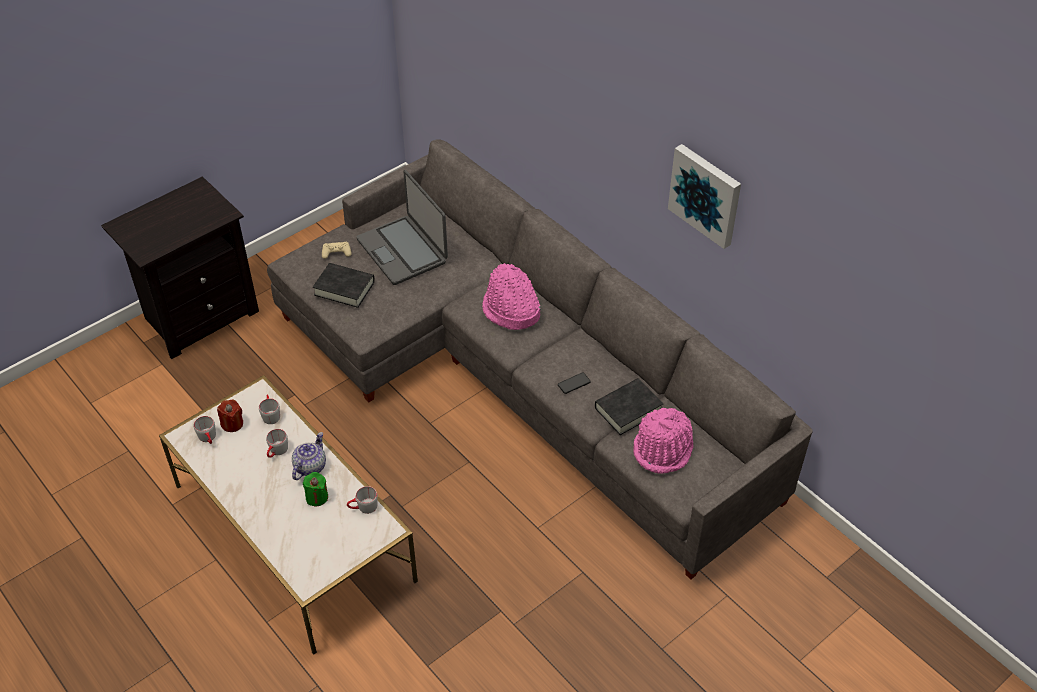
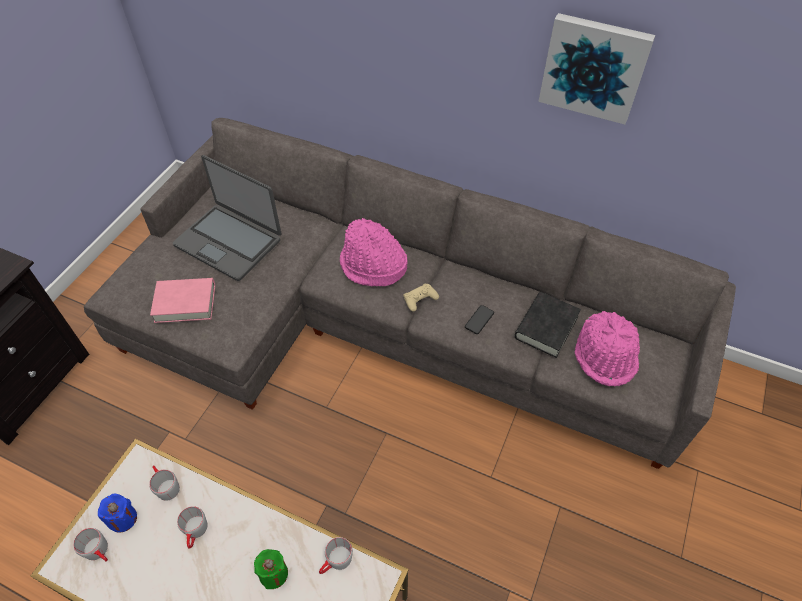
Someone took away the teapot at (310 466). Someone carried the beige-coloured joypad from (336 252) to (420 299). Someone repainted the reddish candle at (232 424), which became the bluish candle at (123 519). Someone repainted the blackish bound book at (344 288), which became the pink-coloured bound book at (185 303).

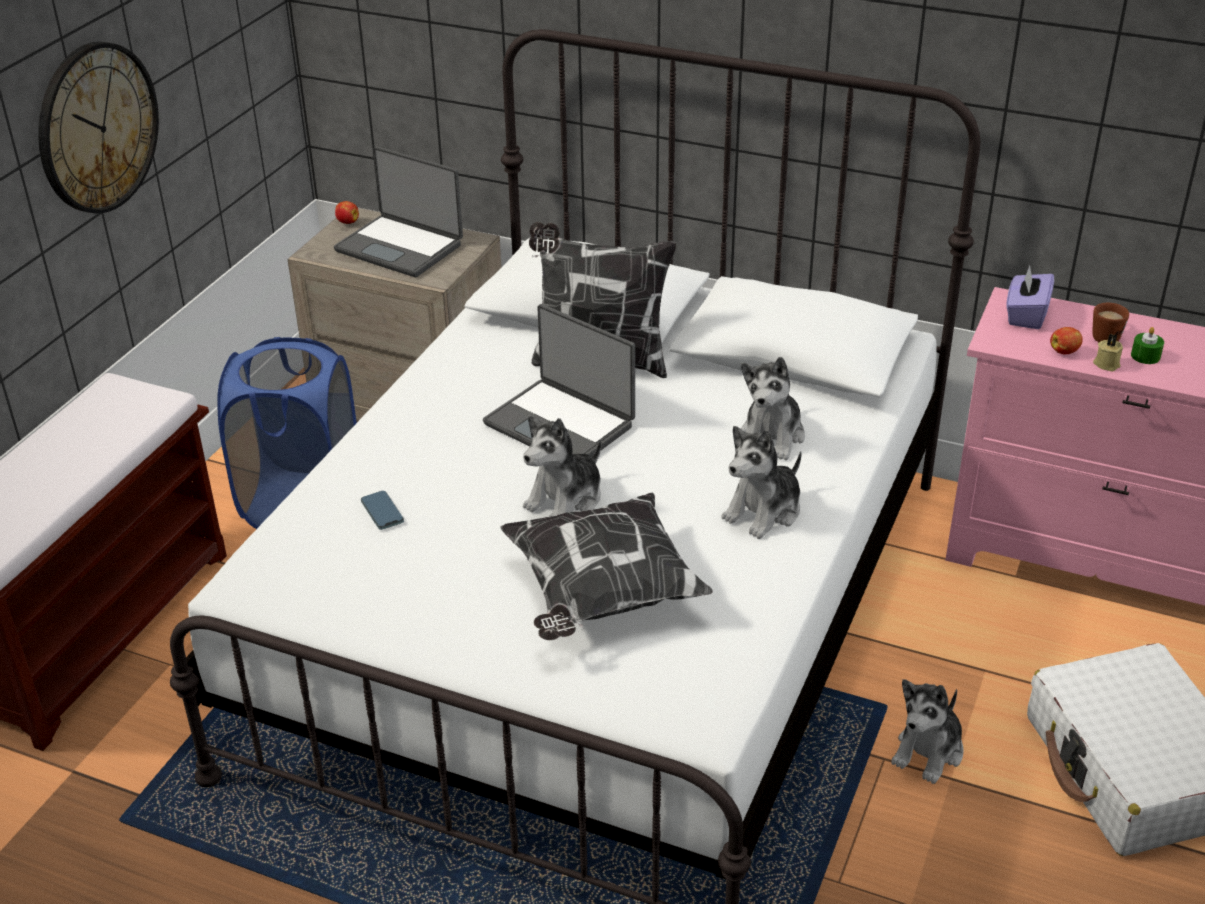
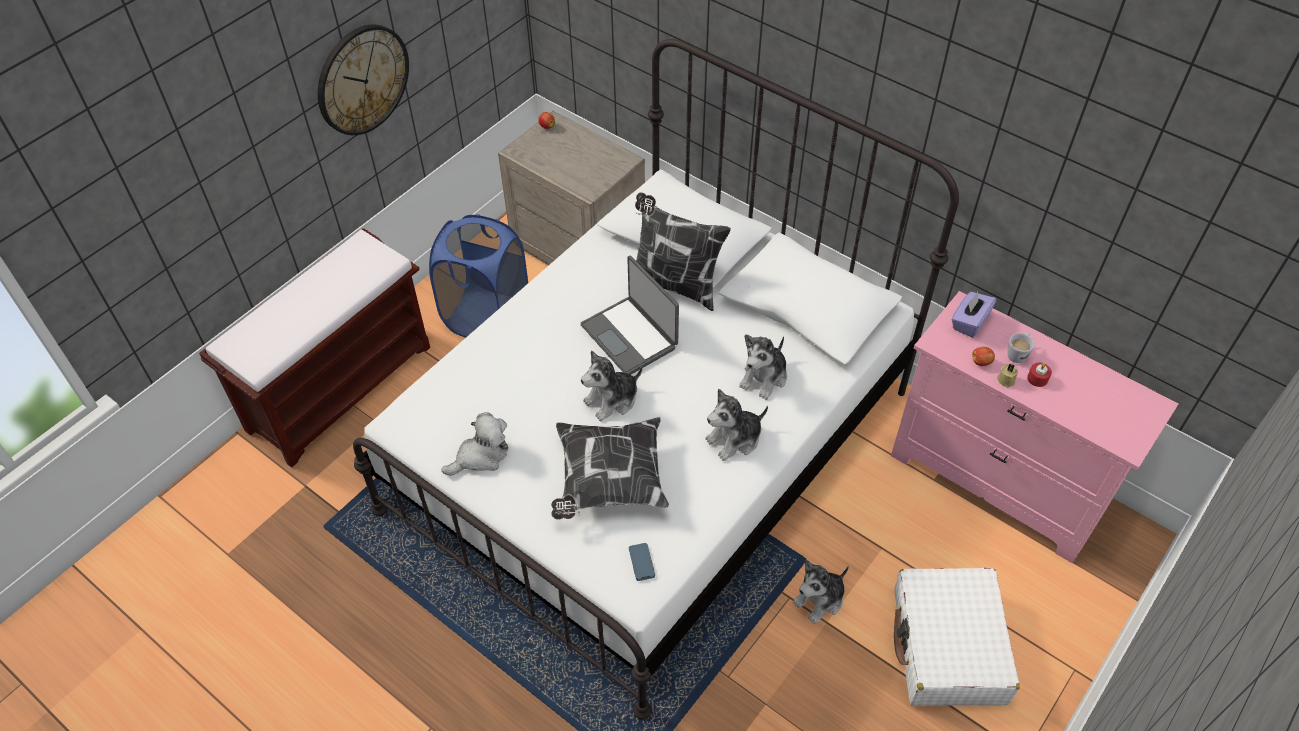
Someone took away the laptop at (400 247). Someone put down the plush toy at (481 456). Someone carried the telephone from (382 512) to (641 563). Someone repainted the brown tea mug at (1105 335), which became the whitish tea mug at (1018 353). Someone repainted the green-coloured candle at (1145 356), which became the reddish candle at (1037 378).

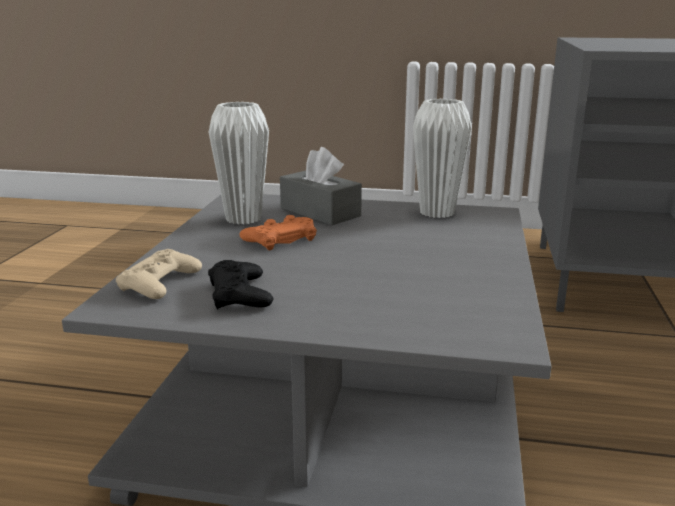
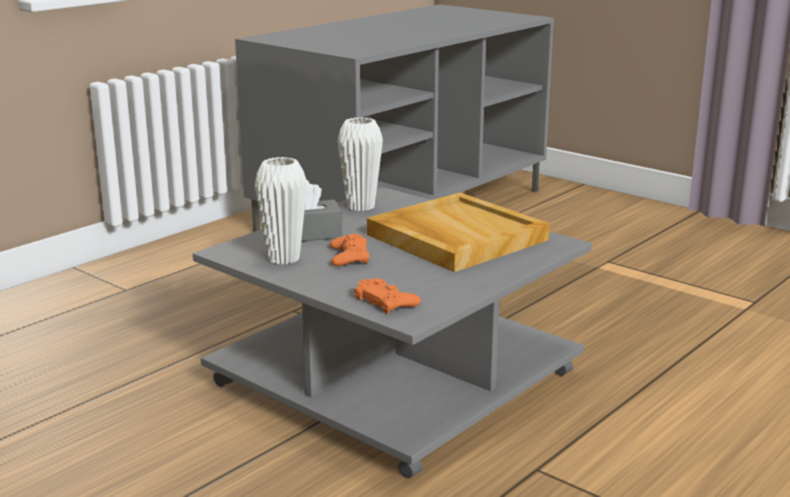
Someone took away the blackish joypad at (239 294). Someone put down the beige-coloured serving tray at (455 237). Someone repainted the beige-coloured joypad at (160 283), which became the orangey joypad at (386 301).

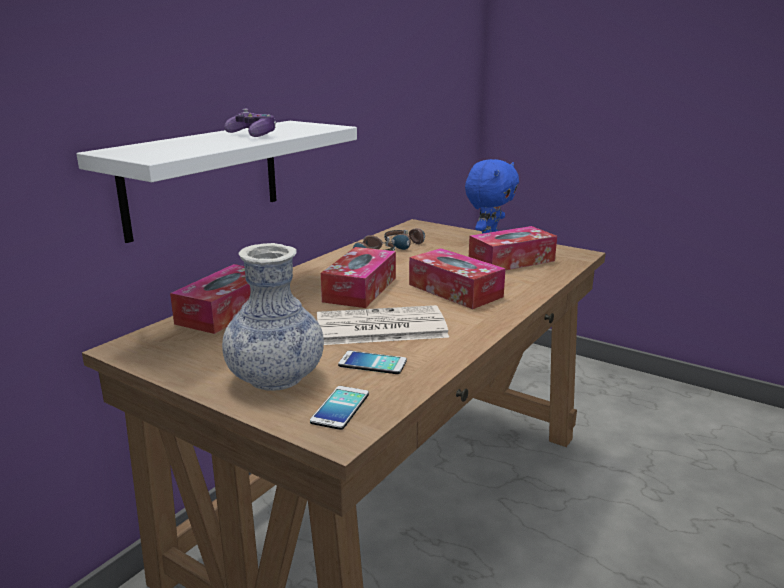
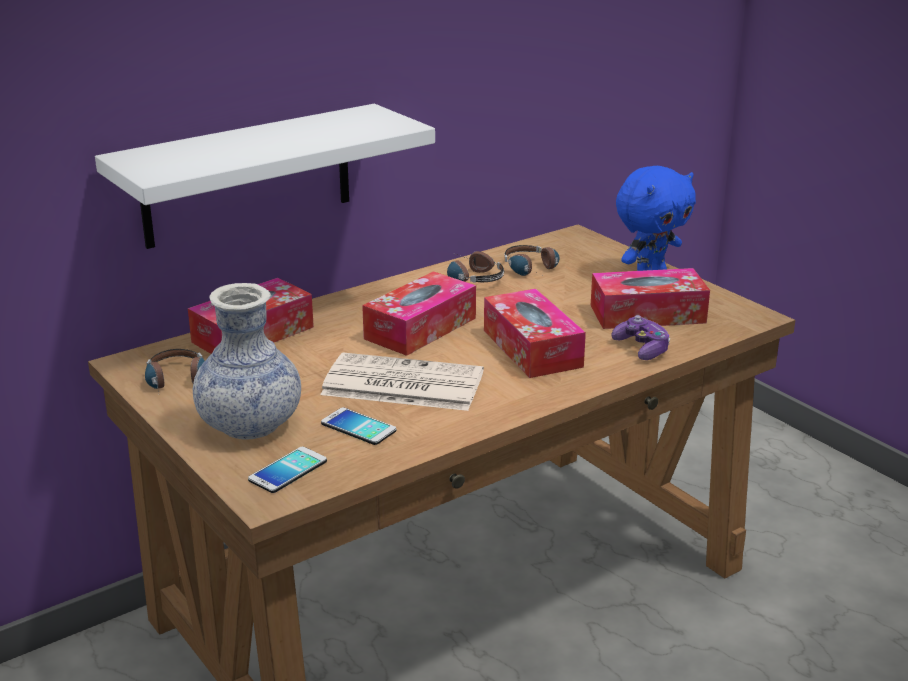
Someone put down the headset at (178 383). Someone carried the joypad from (252 135) to (642 348).

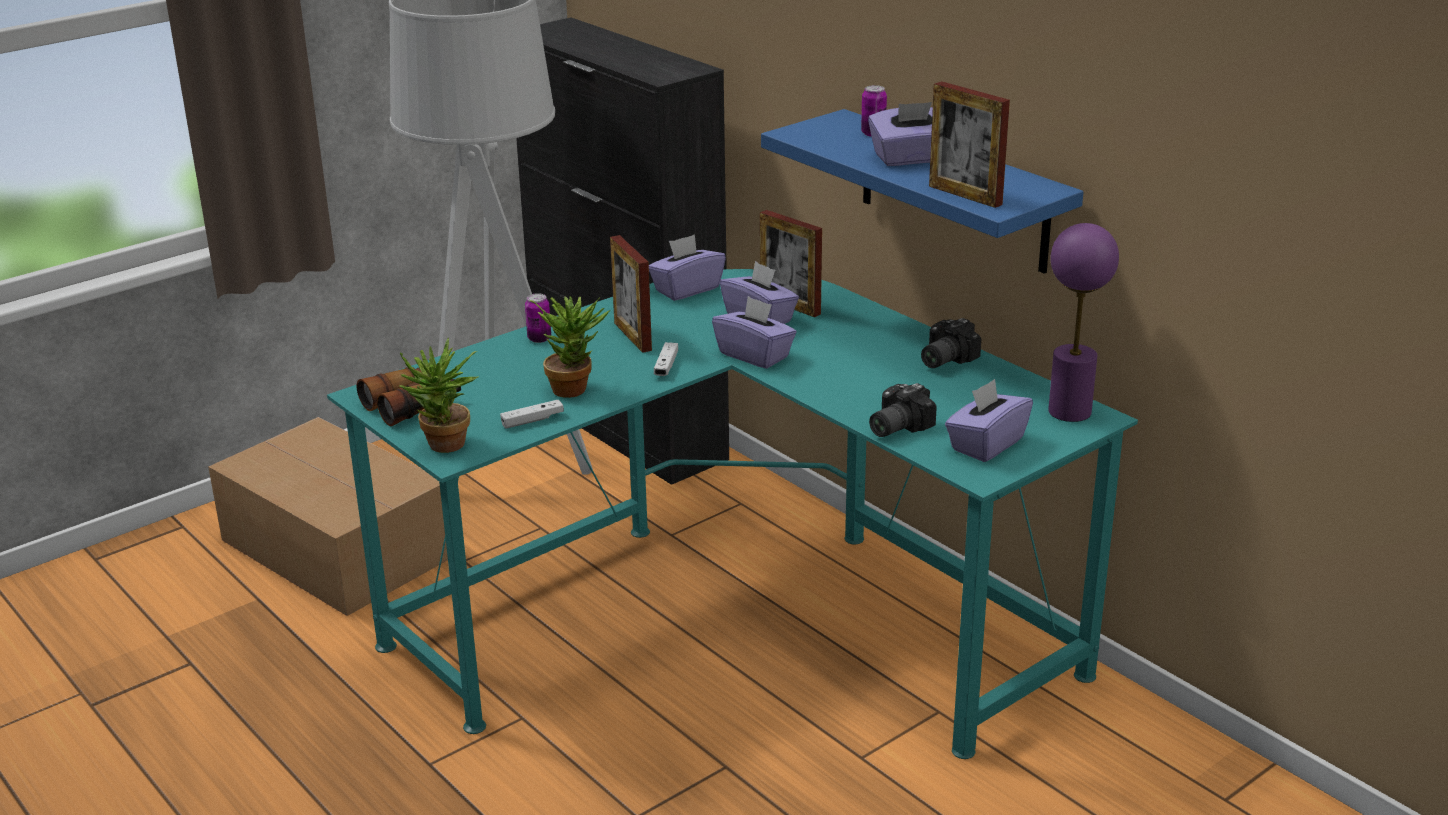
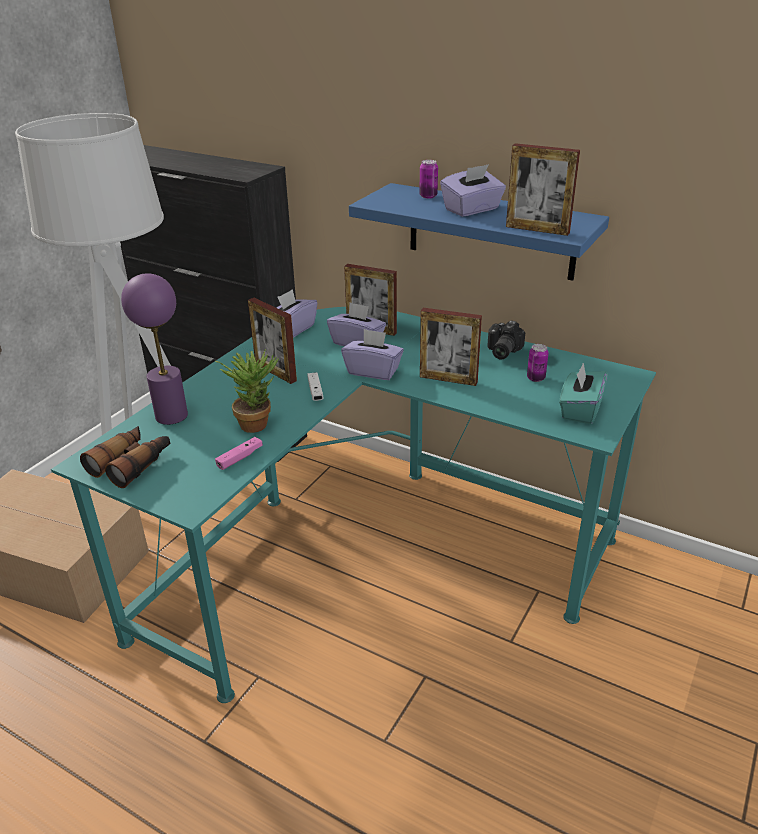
Someone took away the houseplant at (444 448). Someone took away the still camera at (895 427). Someone put down the photo frame at (448 379). Someone carried the metal can from (539 338) to (535 378). Someone carried the purple-coloured table lamp from (1070 411) to (171 415). Someone repainted the whitish joypad at (532 420), which became the pink-coloured joypad at (240 458). Someone repainted the purple-coloured tissue holder at (986 444), which became the blue-green tissue holder at (580 410).

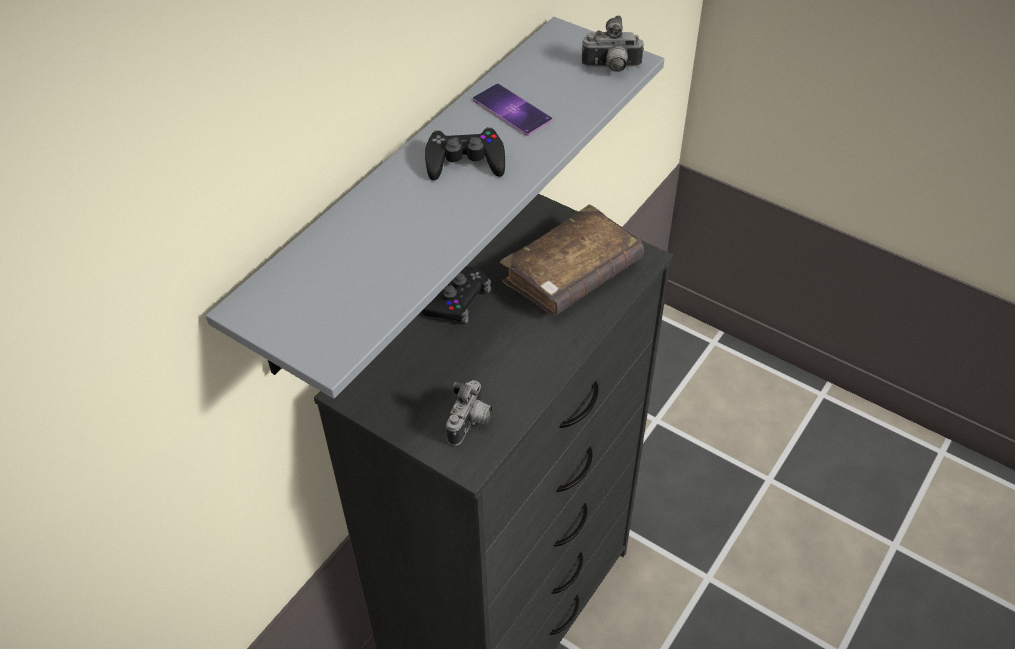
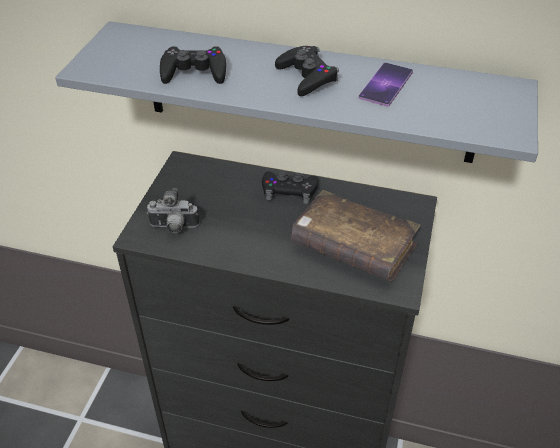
Someone took away the still camera at (611 68). Someone put down the blackish joypad at (194 72).

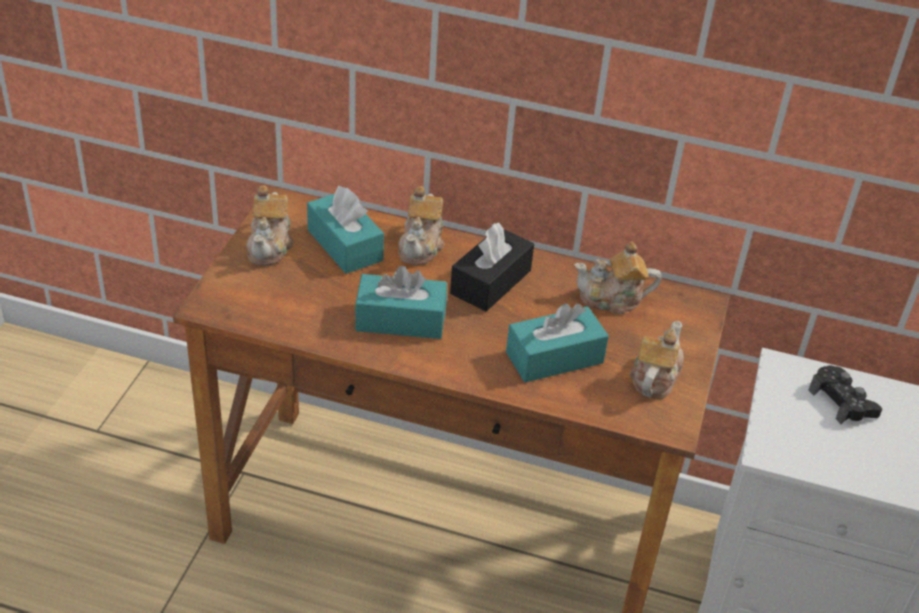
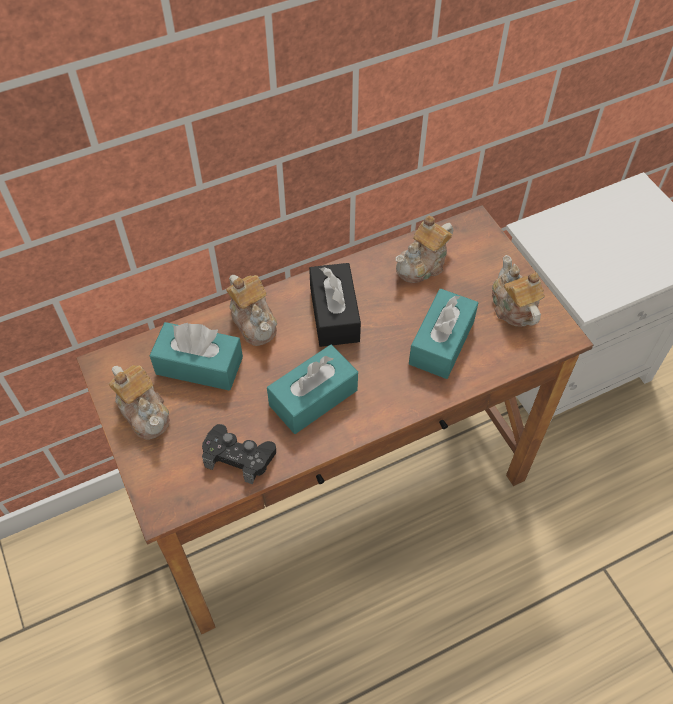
Someone carried the blackish joypad from (842 401) to (238 457).

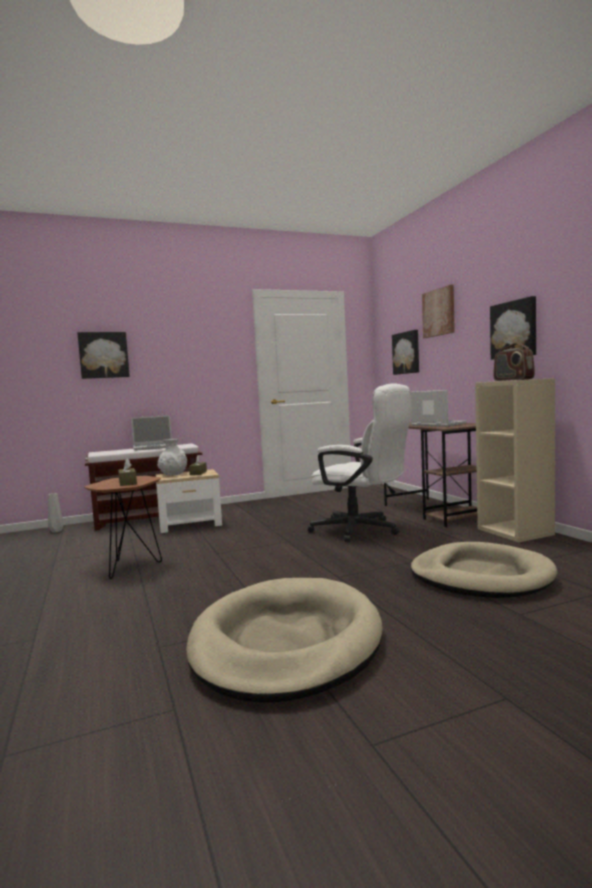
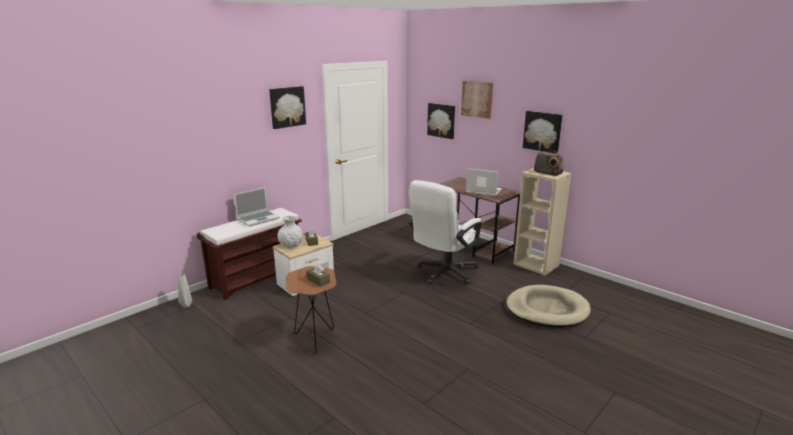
Someone took away the beige-coloured dog cushion at (286 643). Someone carried the wall picture from (104 355) to (287 107). Someone rotated the whitish office chair at (362 530) by 120 degrees clockwise.

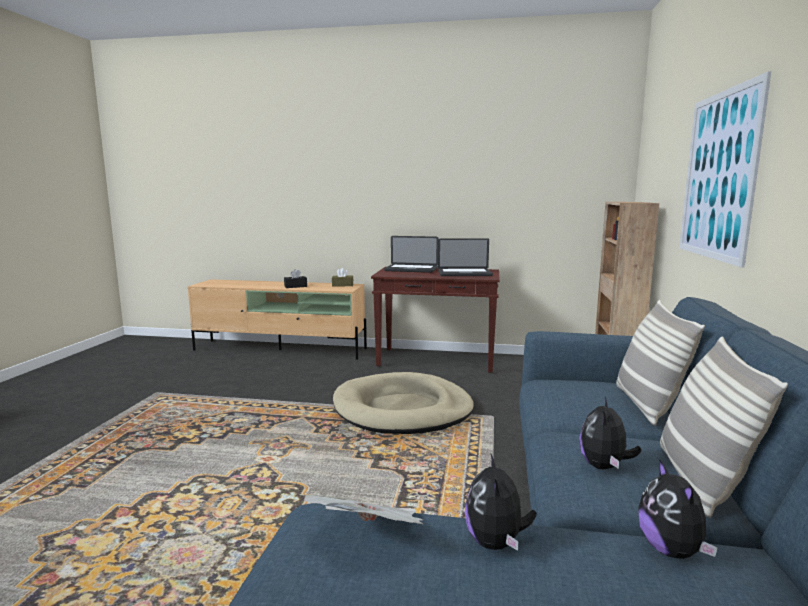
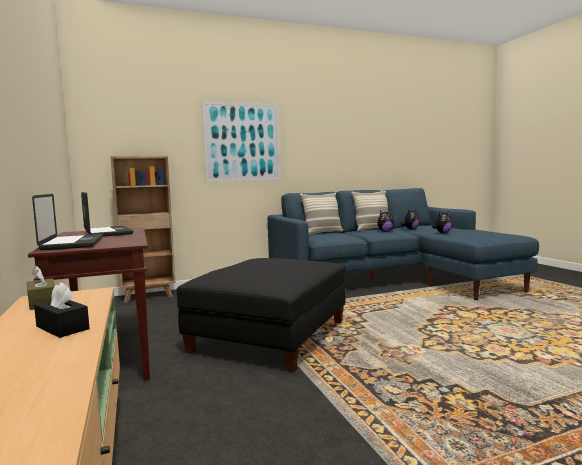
Someone took away the daily paper at (370 537). Someone swapped the beige-coloured dog cushion at (402 409) for the blackish pouffe at (269 336).

